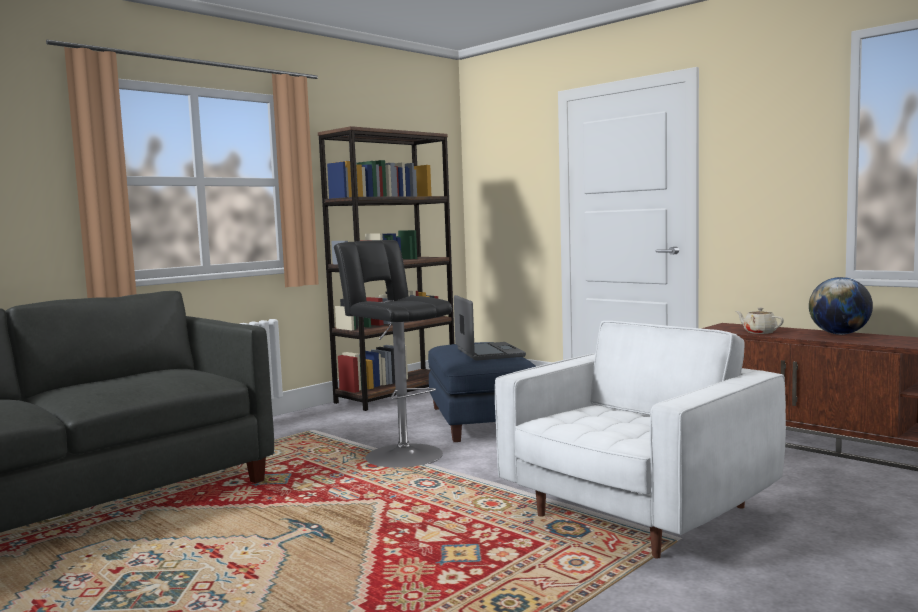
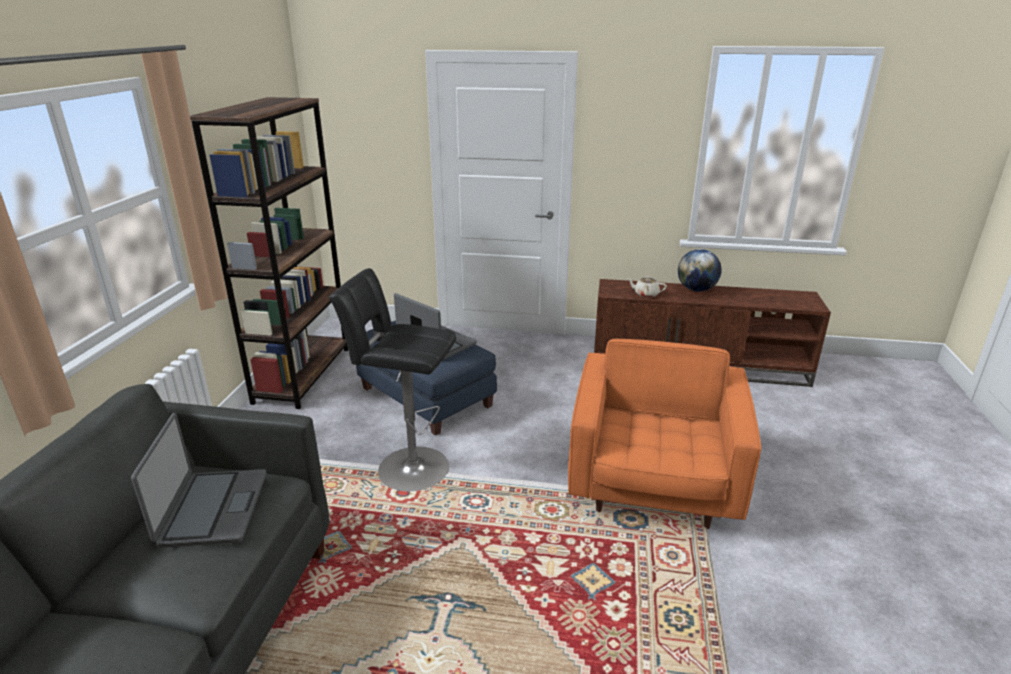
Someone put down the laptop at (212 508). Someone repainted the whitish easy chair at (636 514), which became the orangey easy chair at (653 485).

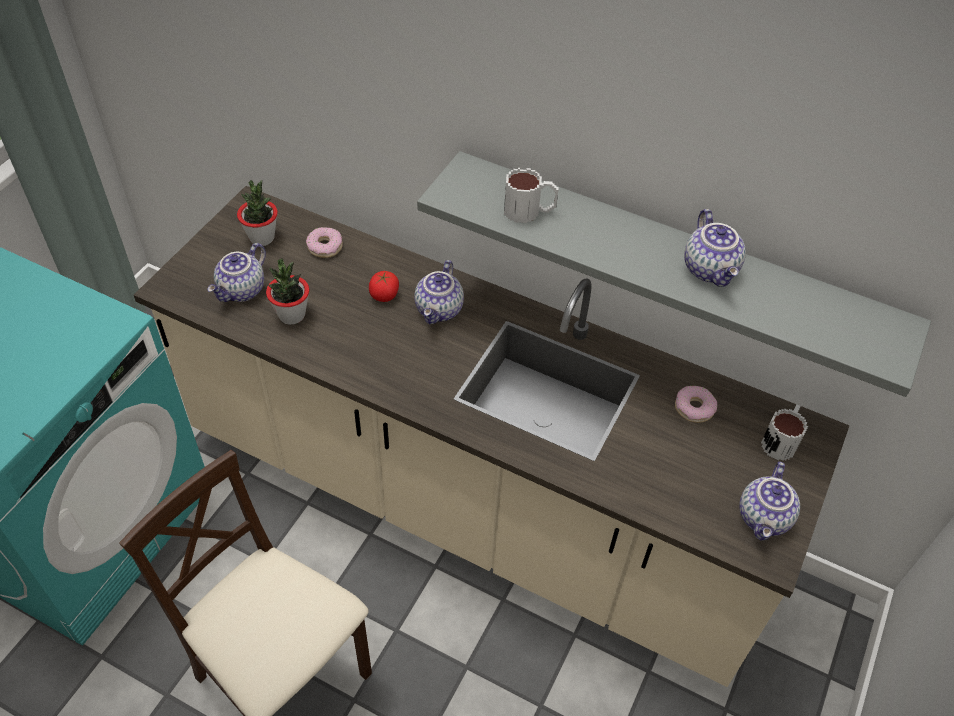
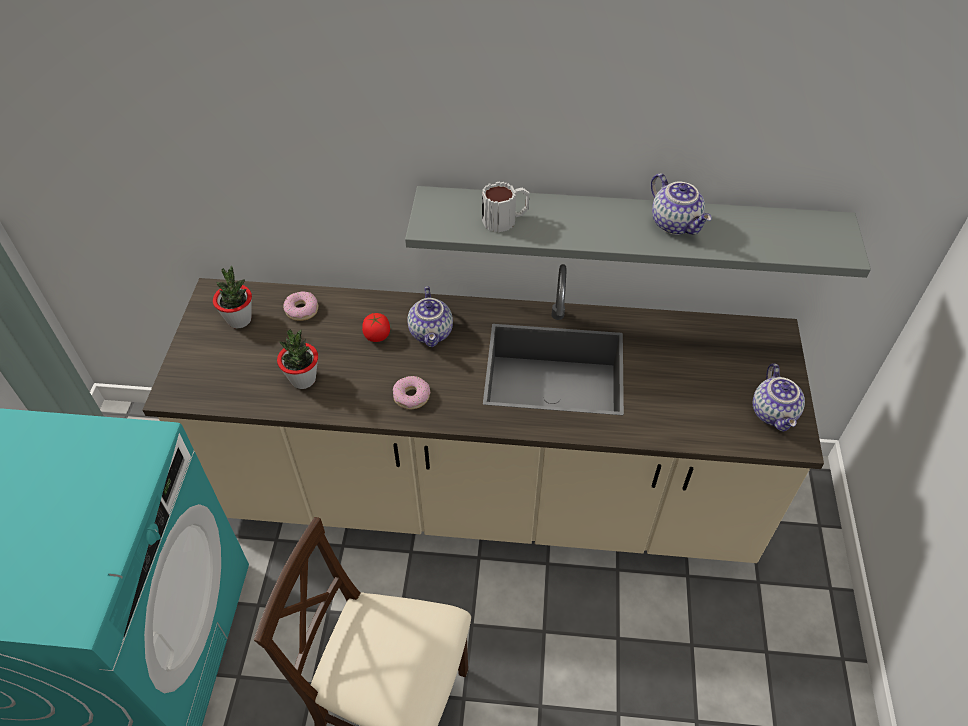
Someone took away the teapot at (242 291). Someone took away the tea mug at (781 440). Someone carried the ring doughnut from (694 408) to (411 396).

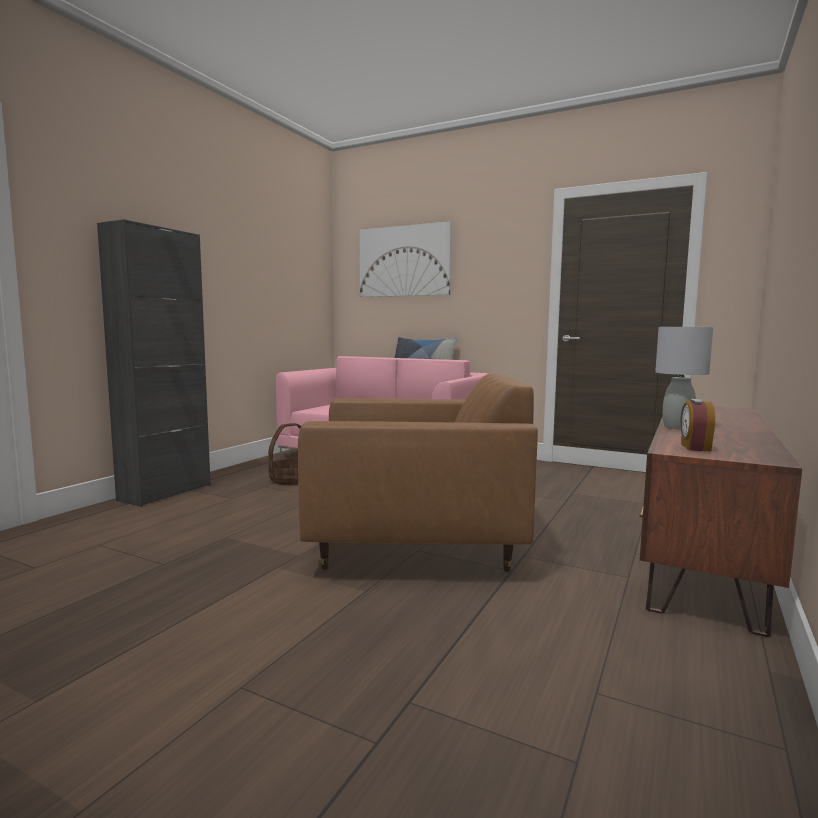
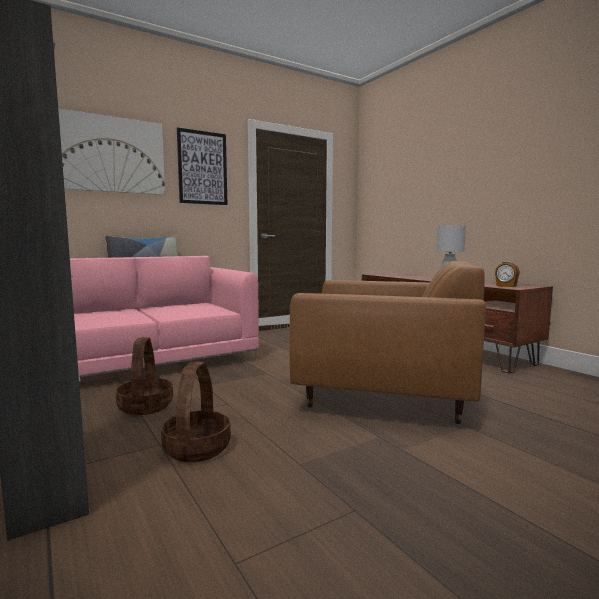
Someone put down the basket at (196 448). Someone put up the wall picture at (202 168). Someone rotated the brown easy chair at (416 543) by 75 degrees clockwise.

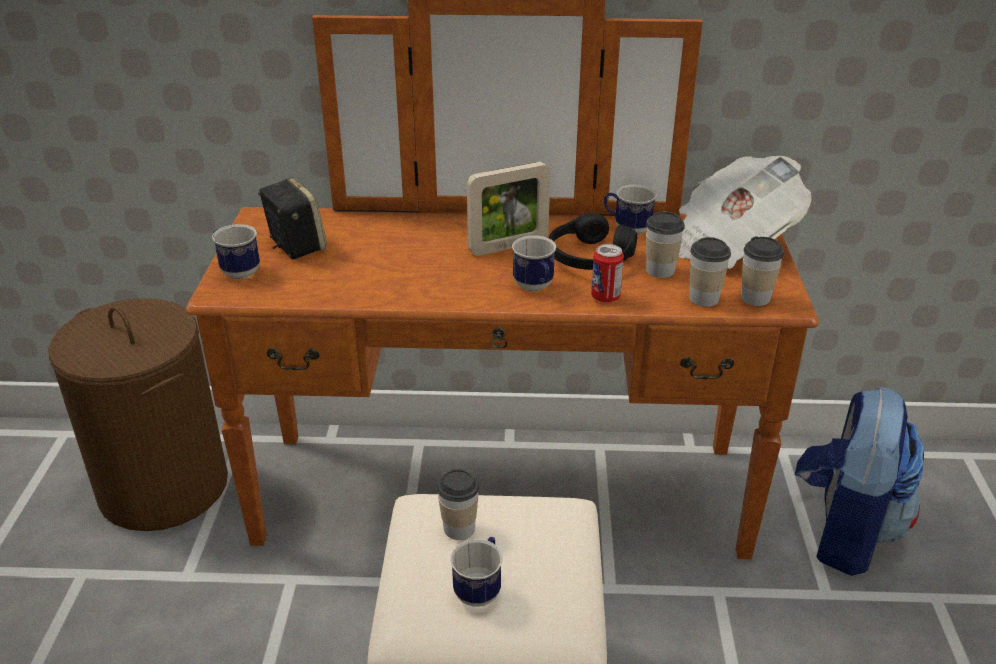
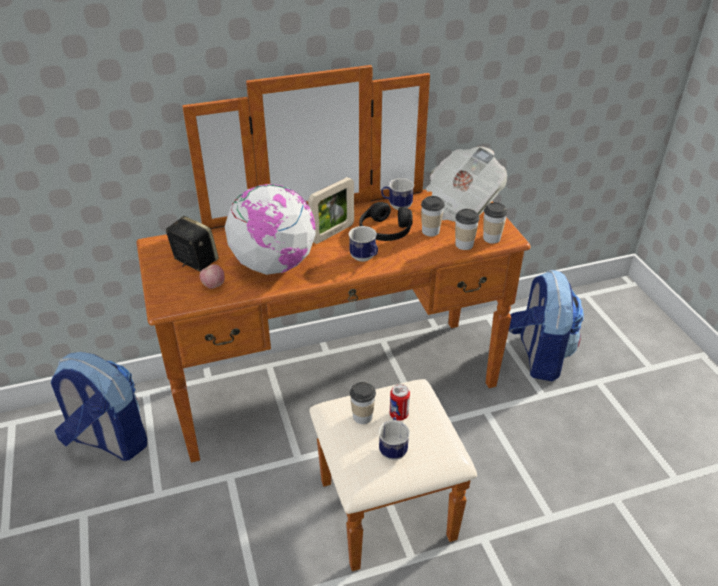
Someone took away the tea mug at (237 271). Someone put down the apple at (213 285). Someone put down the world globe at (274 264). Someone carried the metal can from (605 297) to (399 414). Someone swapped the brown laundry basket at (163 486) for the backpack at (108 440).

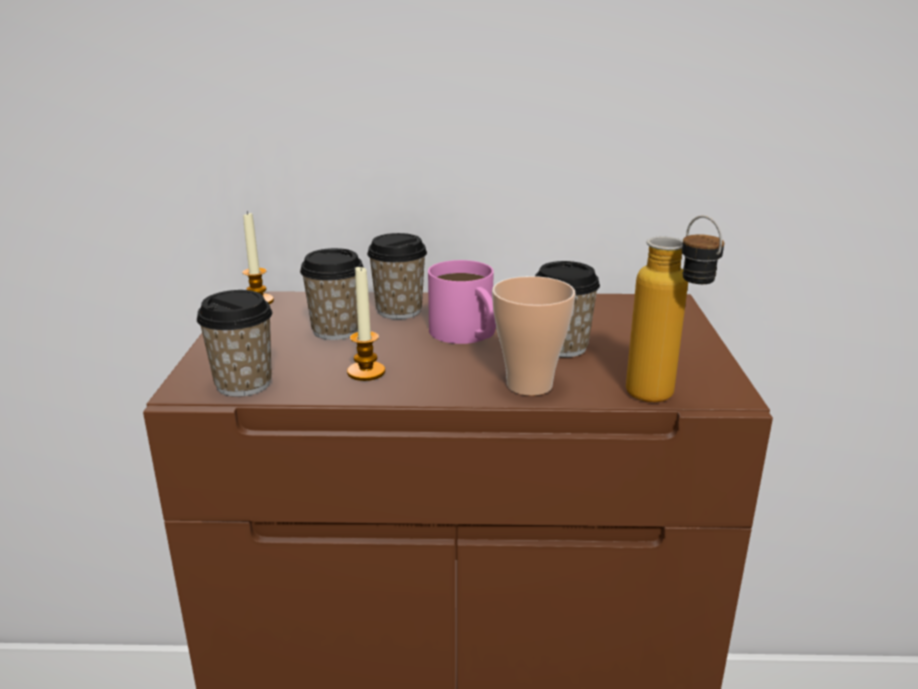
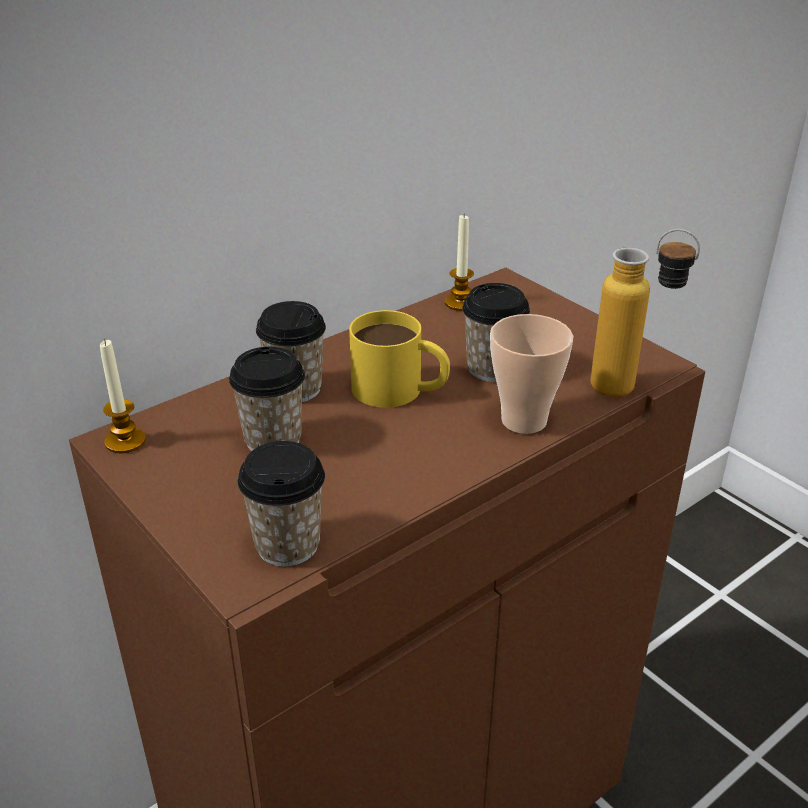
Someone carried the candle from (366 372) to (460 303). Someone repainted the pink-coloured tea mug at (467 335), which became the yellowish tea mug at (400 390).

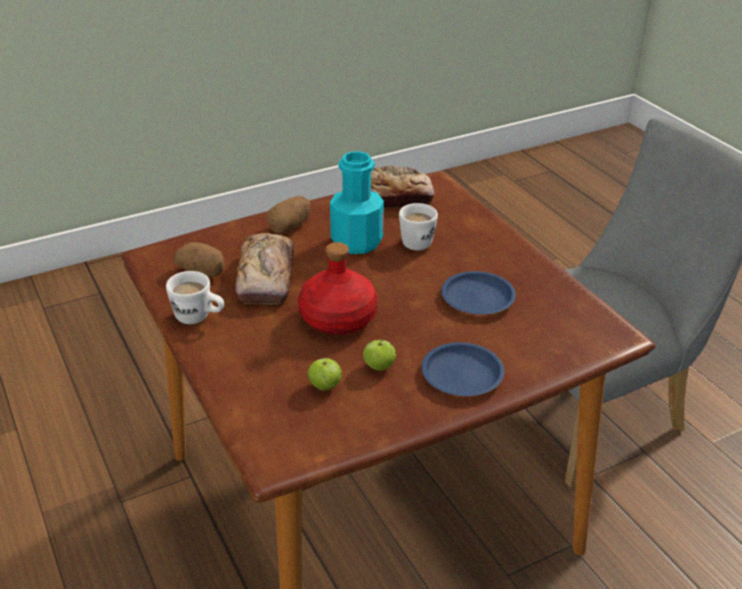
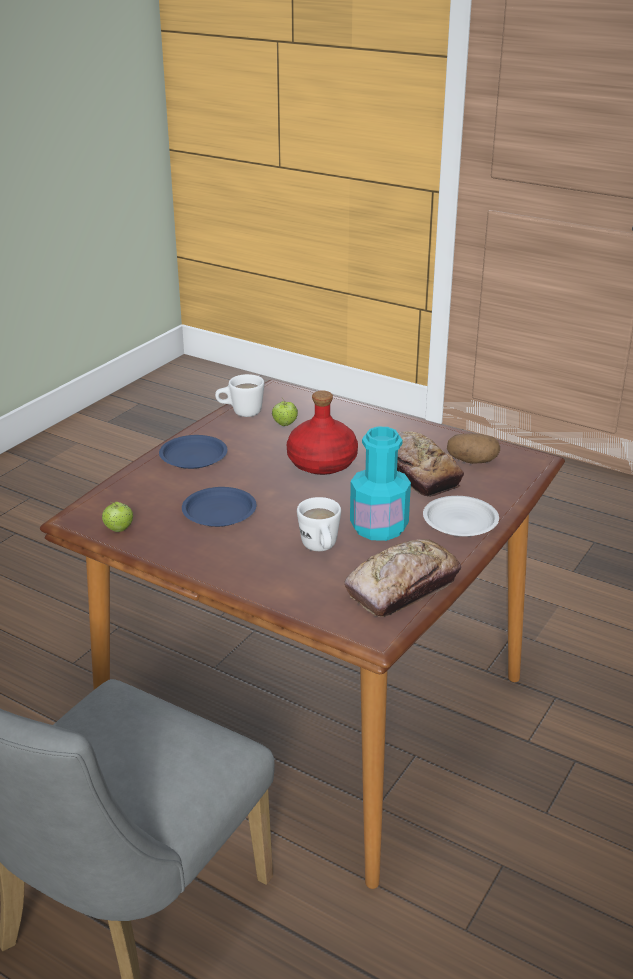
Someone carried the whitish tea mug from (199 318) to (240 413). Someone carried the apple from (379 367) to (119 529). Someone swapped the potato at (290 226) for the whitish plate at (460 521).

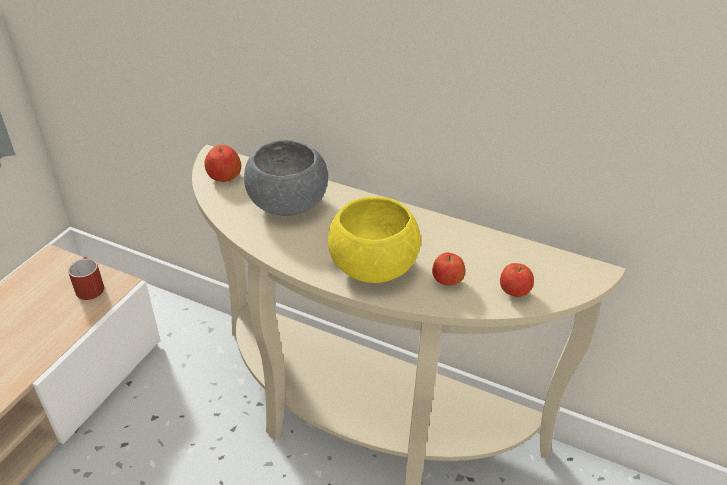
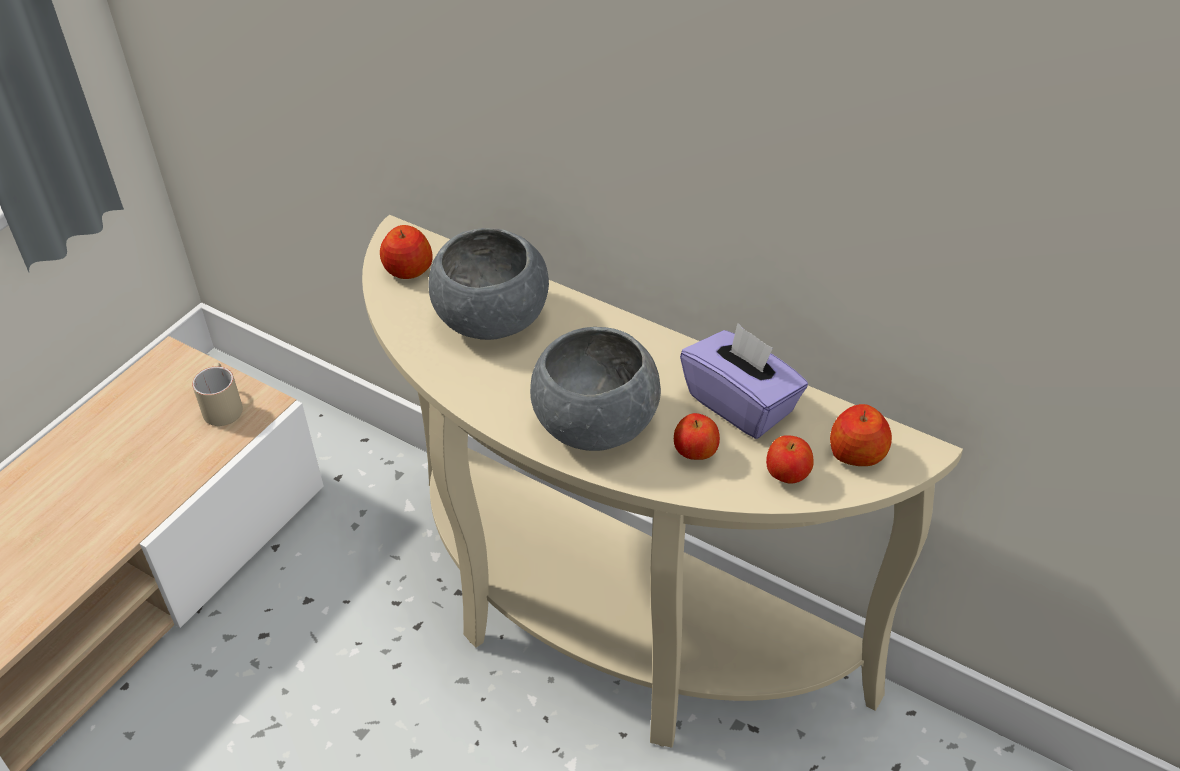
Someone put down the purple-coloured tissue holder at (741 404). Someone put down the apple at (857 453). Someone repainted the reddish tea mug at (89 286), which became the beige-coloured tea mug at (221 406). Someone repainted the yellowish serving bowl at (372 266), which became the grey serving bowl at (596 422).

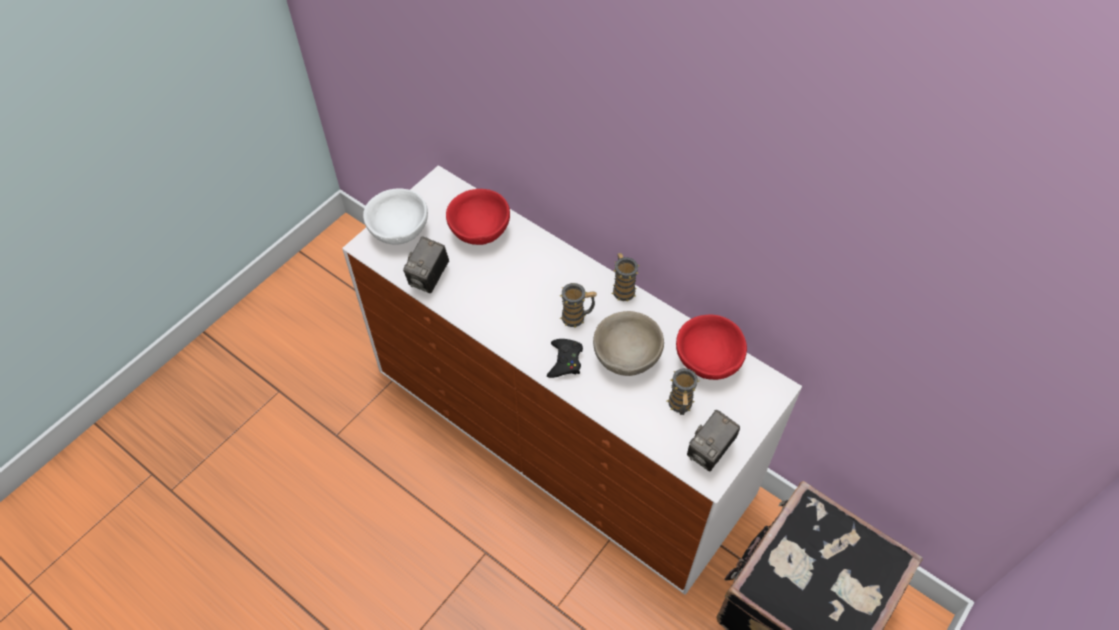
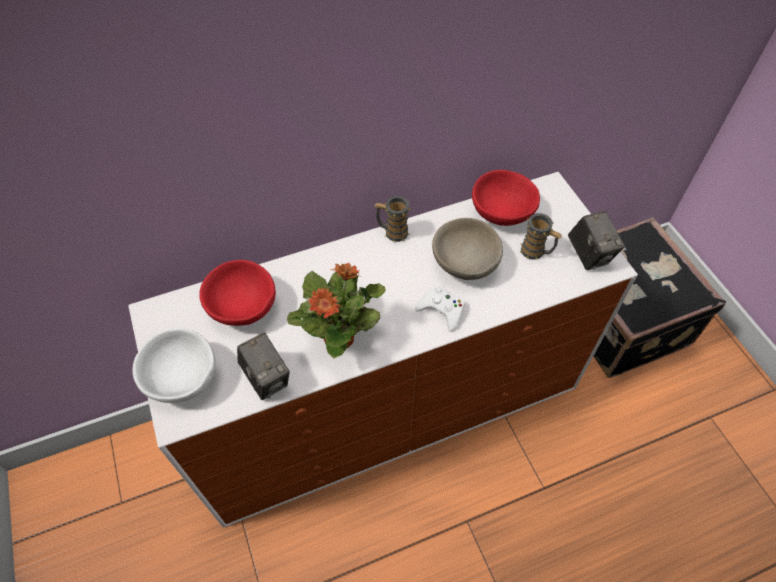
Someone took away the tea mug at (577 317). Someone put down the houseplant at (340 337). Someone repainted the blackish joypad at (565 361), which became the whitish joypad at (442 310).

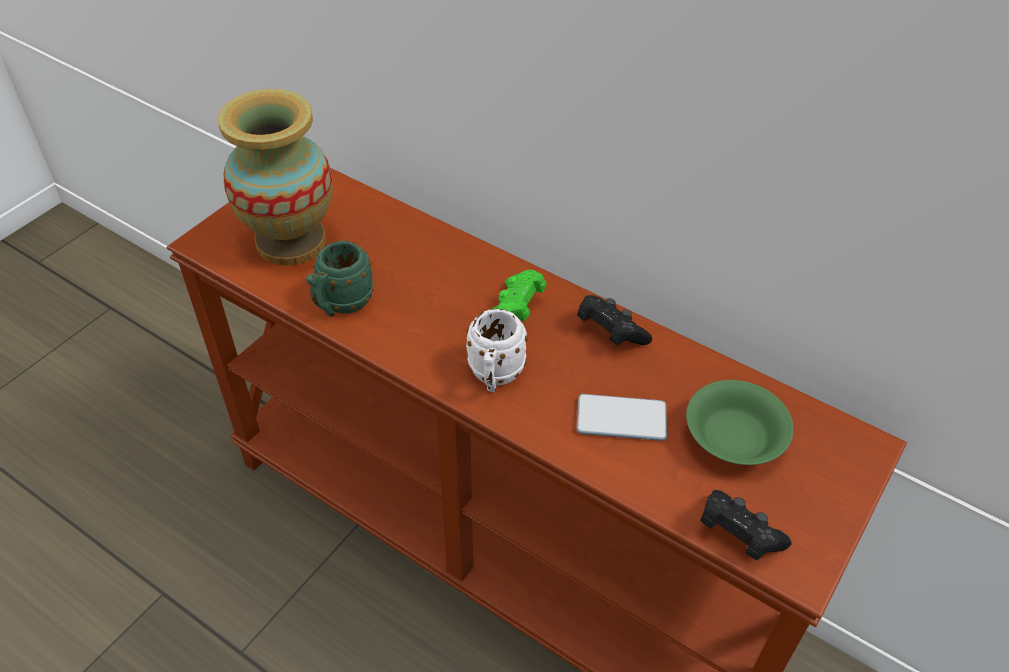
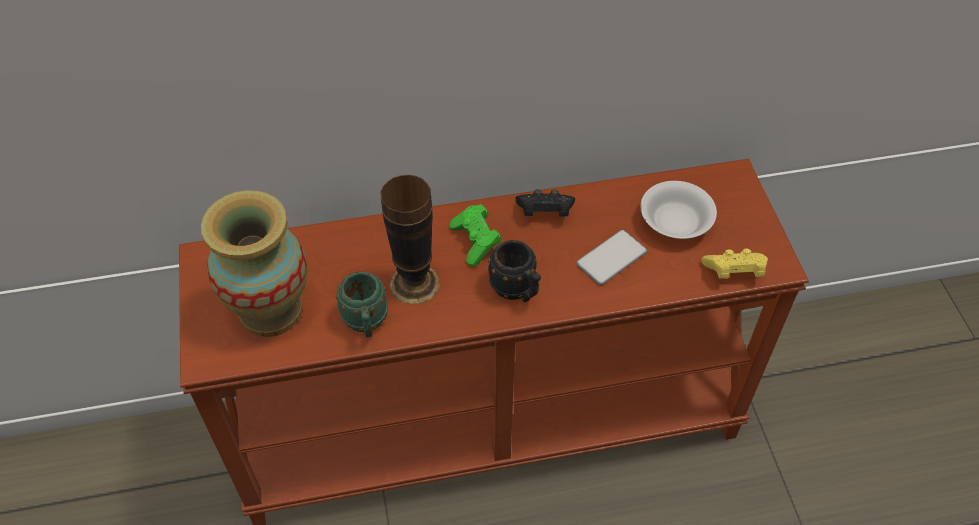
Someone put down the vase at (414 283). Someone repainted the whitish tea mug at (494 377), which became the blackish tea mug at (517 291). Someone repainted the green-coloured serving bowl at (735 439), which became the whitish serving bowl at (676 222). Someone repainted the blackish joypad at (737 535), which became the yellowish joypad at (734 272).

